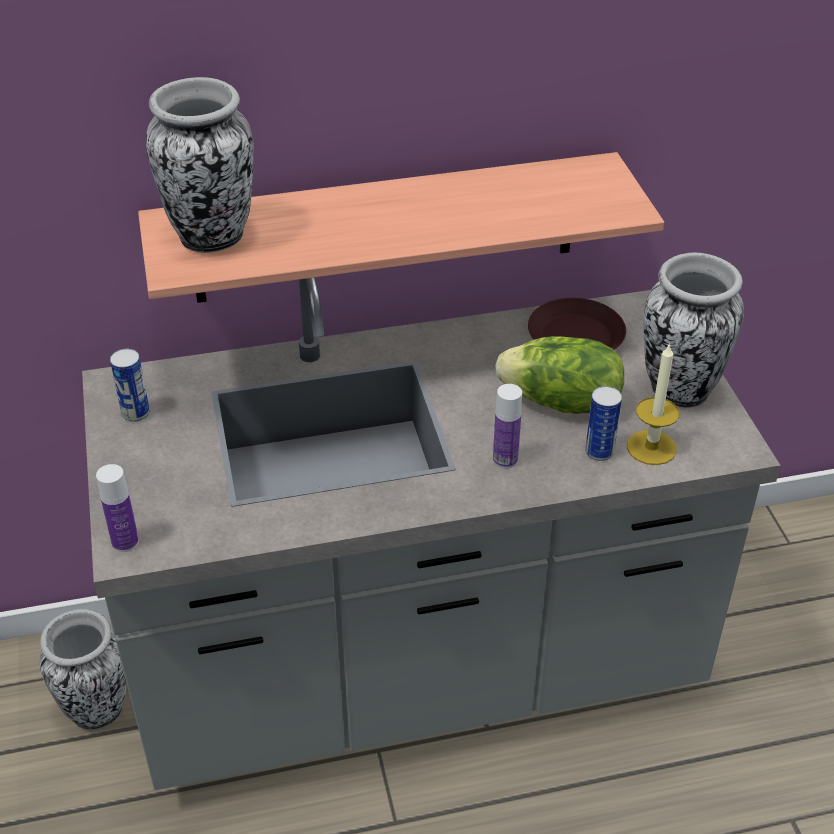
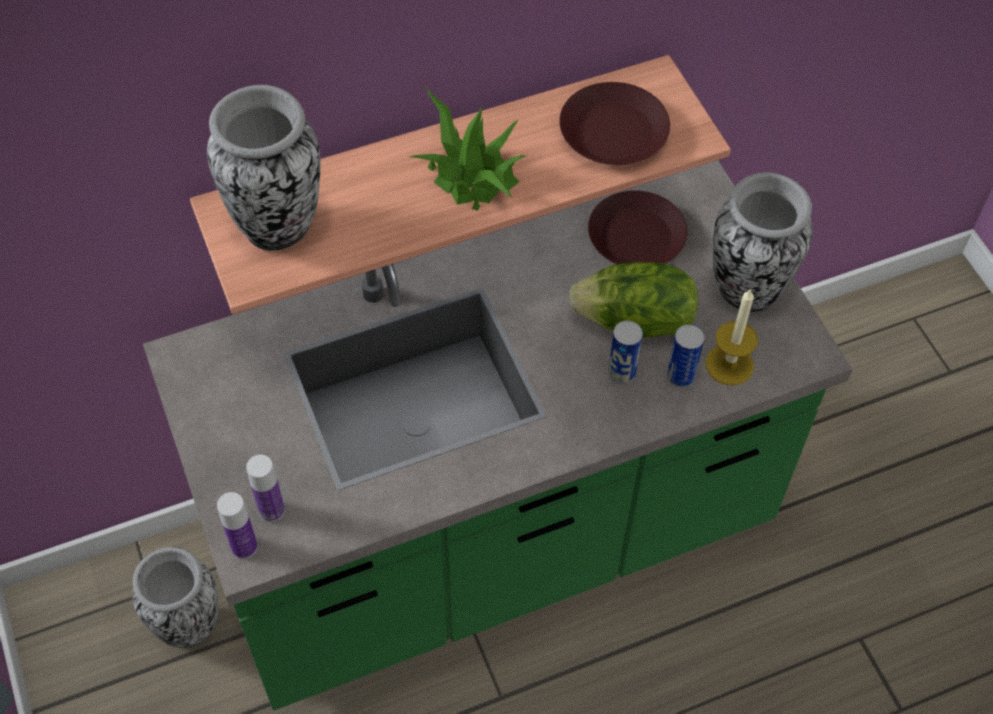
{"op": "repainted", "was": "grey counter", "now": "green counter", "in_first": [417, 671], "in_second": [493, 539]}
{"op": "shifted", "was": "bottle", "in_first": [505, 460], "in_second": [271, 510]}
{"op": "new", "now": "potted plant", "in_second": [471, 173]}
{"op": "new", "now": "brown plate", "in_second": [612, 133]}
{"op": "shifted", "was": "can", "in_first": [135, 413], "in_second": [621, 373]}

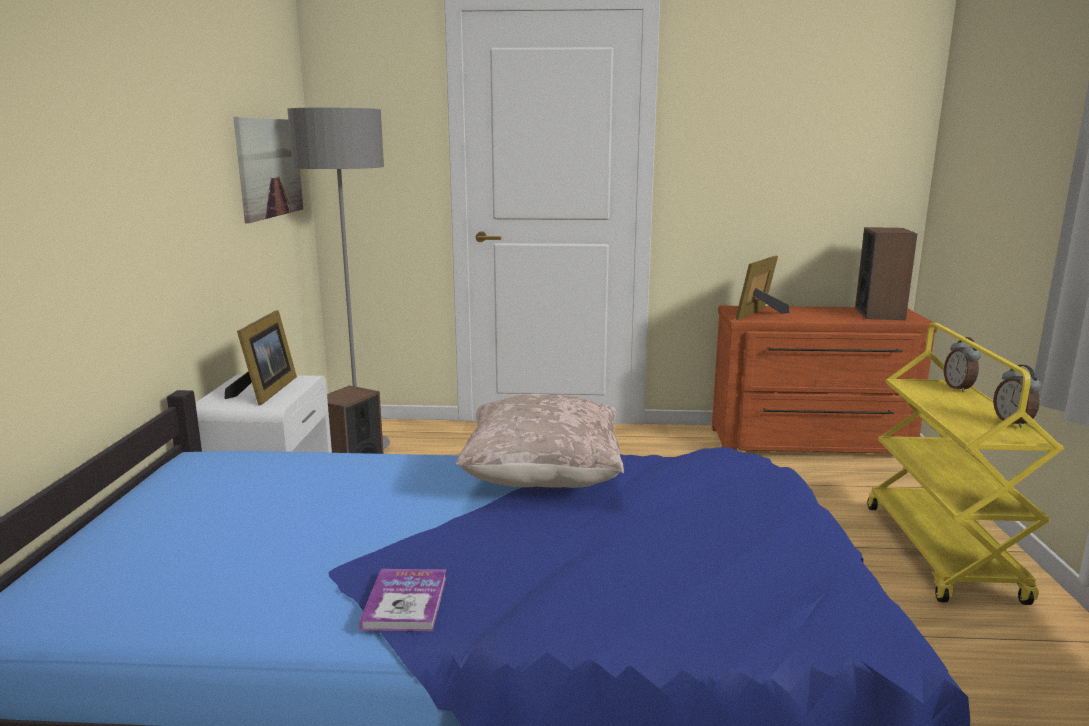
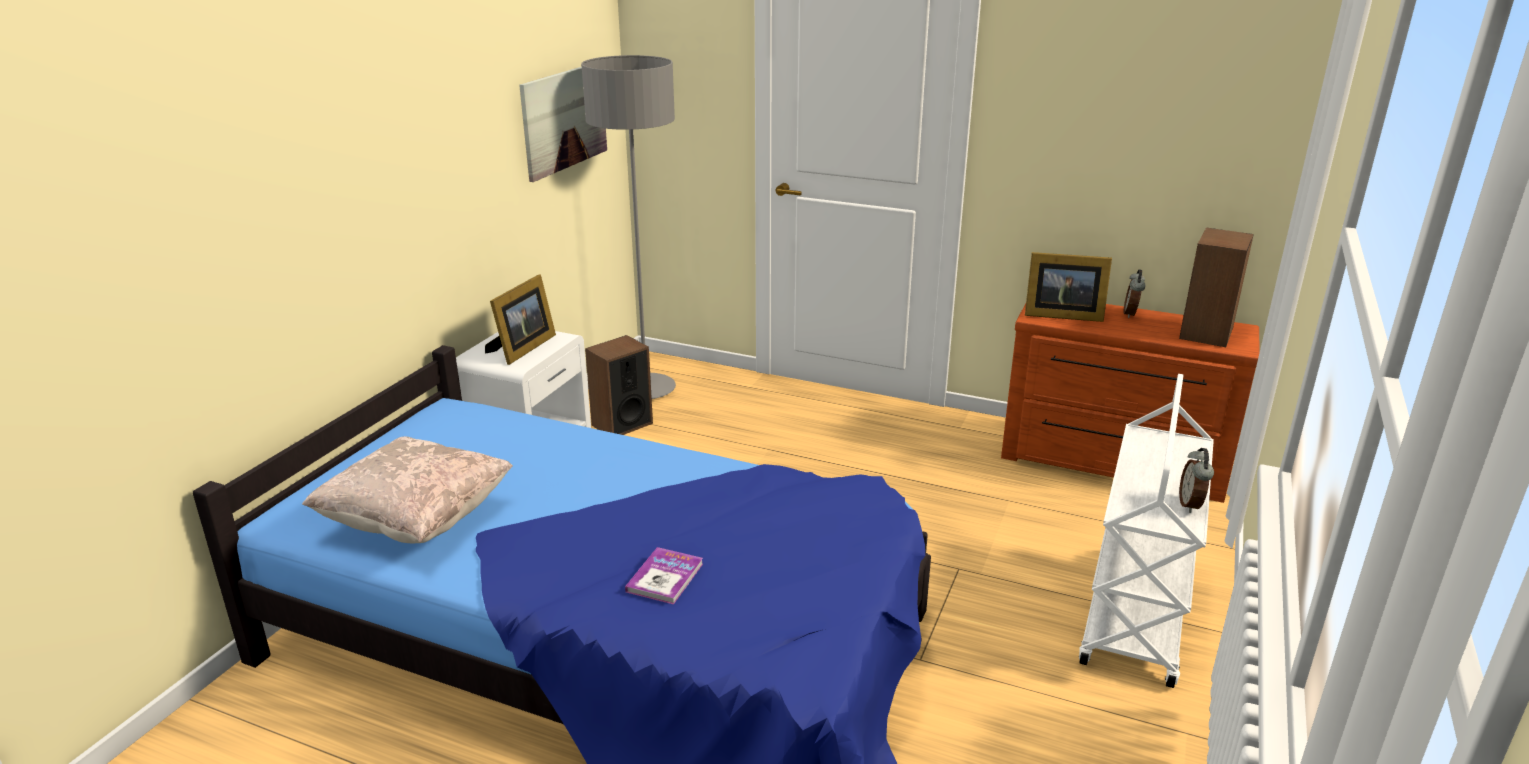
{"op": "shifted", "was": "beige pillow", "in_first": [543, 479], "in_second": [417, 521]}
{"op": "shifted", "was": "book", "in_first": [405, 602], "in_second": [665, 577]}
{"op": "rotated", "was": "picture frame", "in_first": [759, 314], "in_second": [1060, 314], "clockwise": -135}
{"op": "repainted", "was": "yellow cart", "now": "white cart", "in_first": [942, 553], "in_second": [1136, 616]}
{"op": "shifted", "was": "alarm clock", "in_first": [959, 388], "in_second": [1131, 314]}

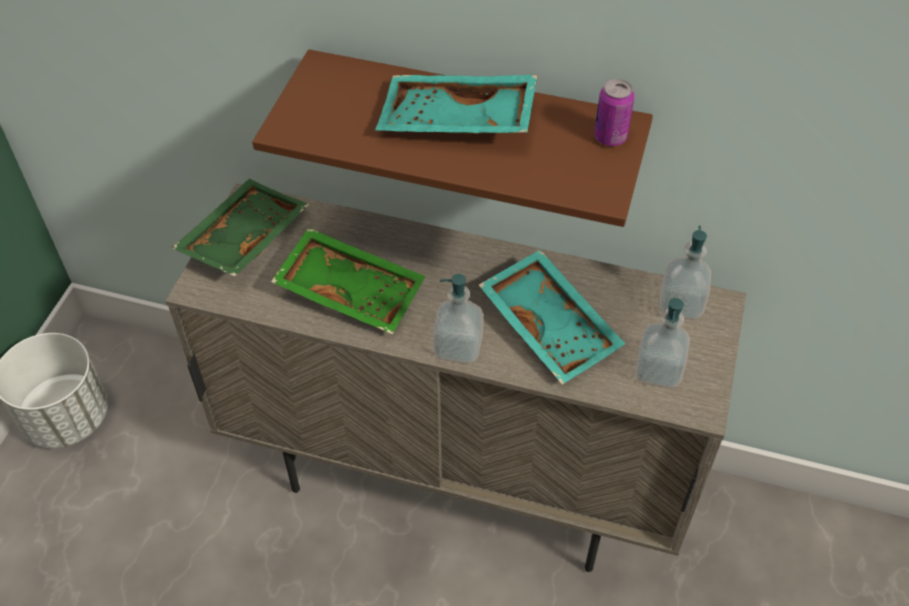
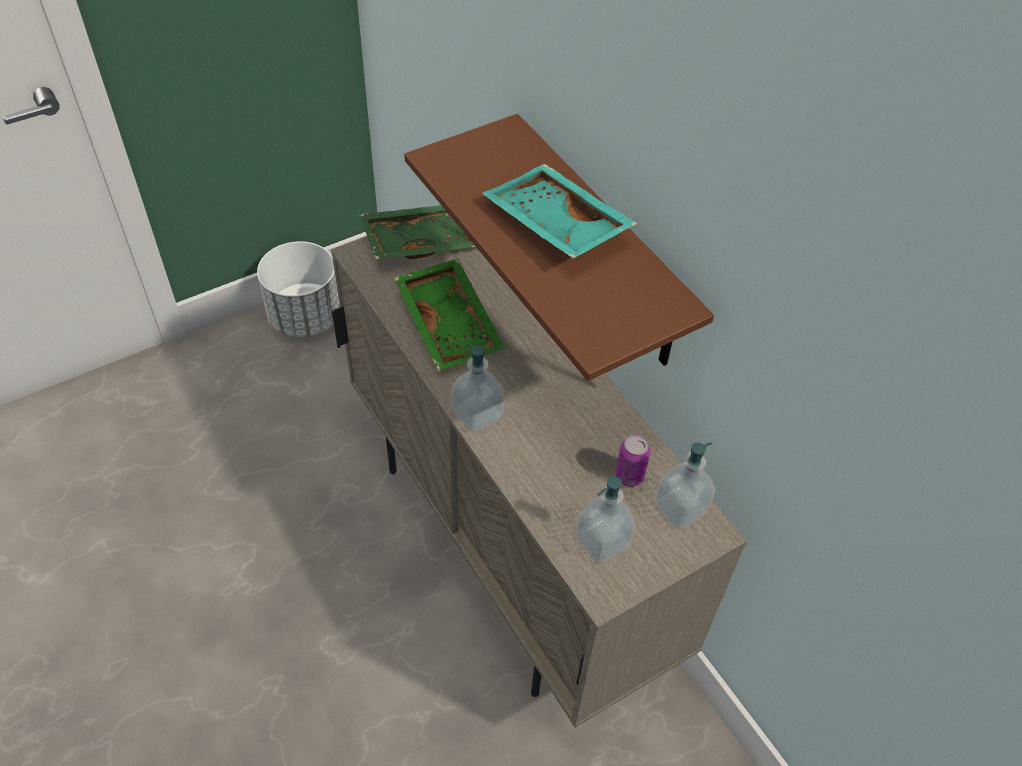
{"op": "shifted", "was": "can", "in_first": [610, 137], "in_second": [629, 476]}
{"op": "gone", "was": "turquoise tray", "in_first": [551, 325]}

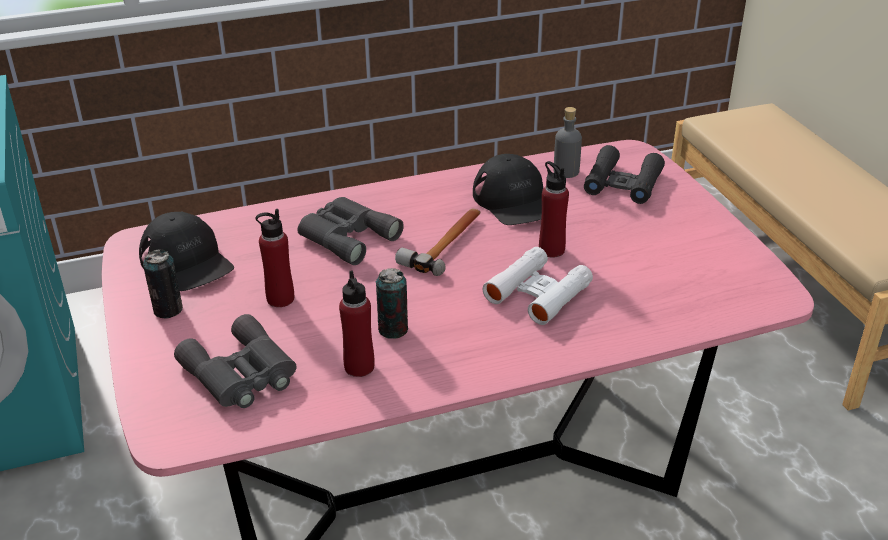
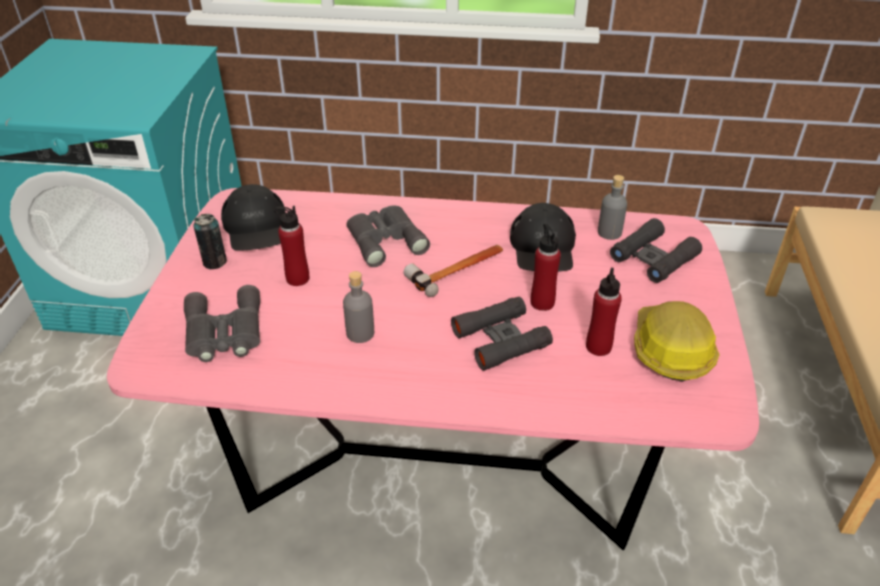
{"op": "swapped", "was": "can", "now": "grey bottle", "in_first": [393, 330], "in_second": [360, 333]}
{"op": "repainted", "was": "white binoculars", "now": "black binoculars", "in_first": [538, 293], "in_second": [500, 339]}
{"op": "shifted", "was": "red bottle", "in_first": [359, 367], "in_second": [598, 347]}
{"op": "new", "now": "hard hat", "in_second": [669, 349]}

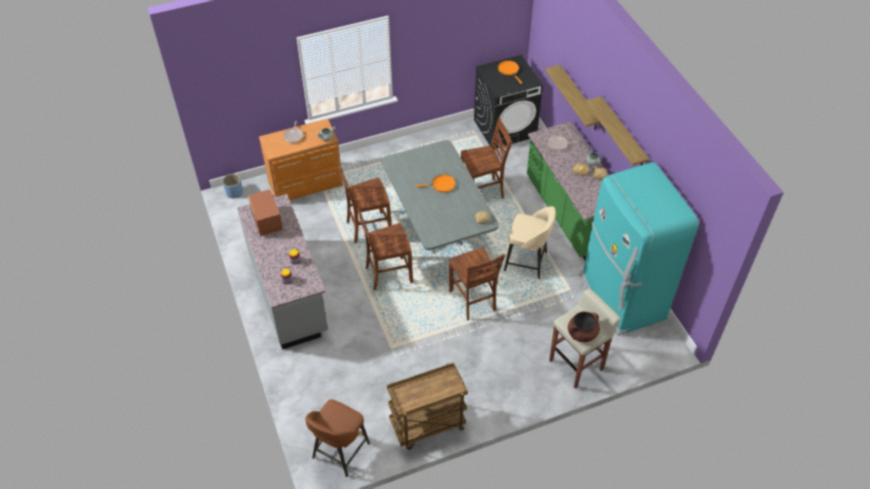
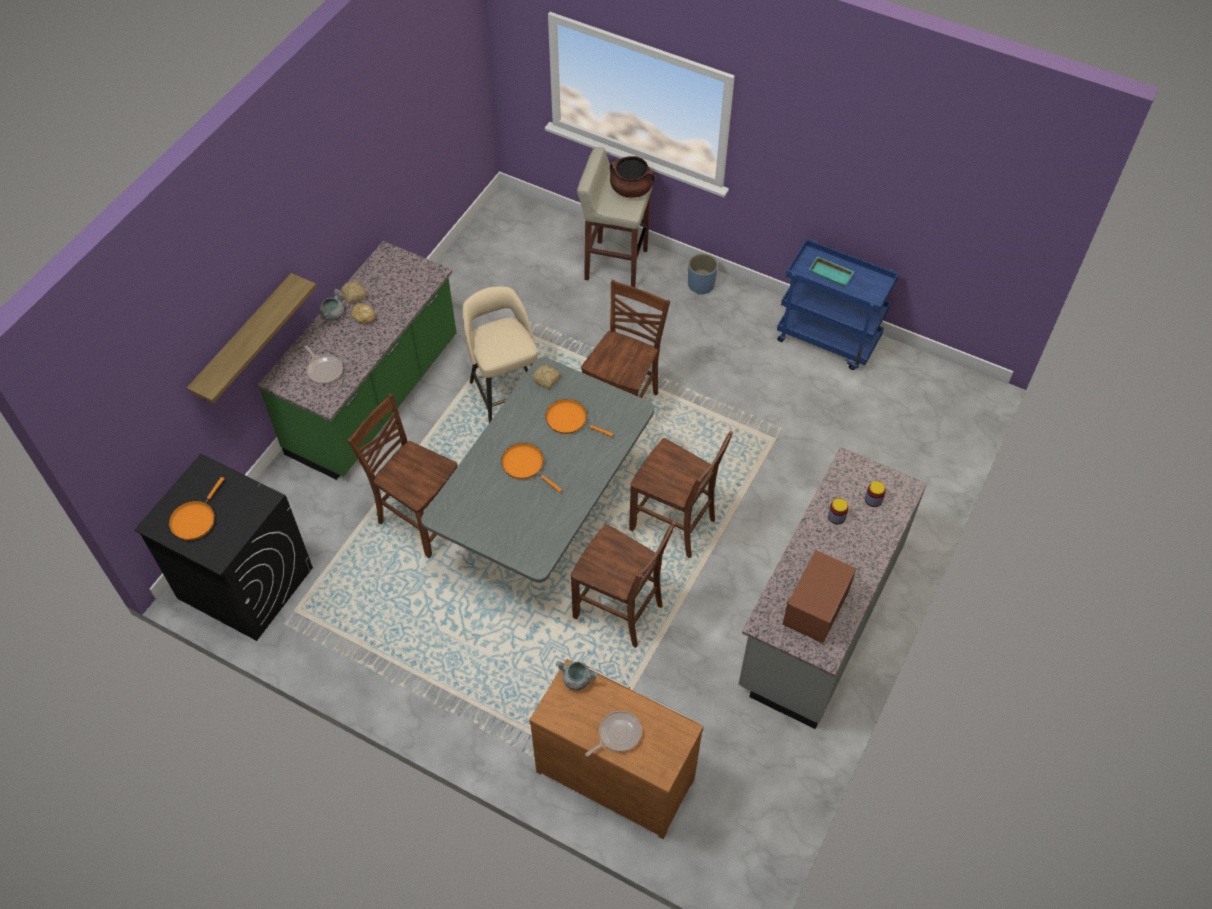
{"op": "new", "now": "orange frying pan", "in_second": [569, 420]}
{"op": "shifted", "was": "blue planter", "in_first": [234, 193], "in_second": [701, 284]}
{"op": "repainted", "was": "brown cart", "now": "blue cart", "in_first": [427, 426], "in_second": [828, 339]}
{"op": "new", "now": "turquoise tray", "in_second": [831, 273]}
{"op": "gone", "was": "brown stool", "in_first": [339, 452]}
{"op": "gone", "was": "turquoise fridge", "in_first": [621, 298]}
{"op": "gone", "was": "shelf", "in_first": [622, 133]}

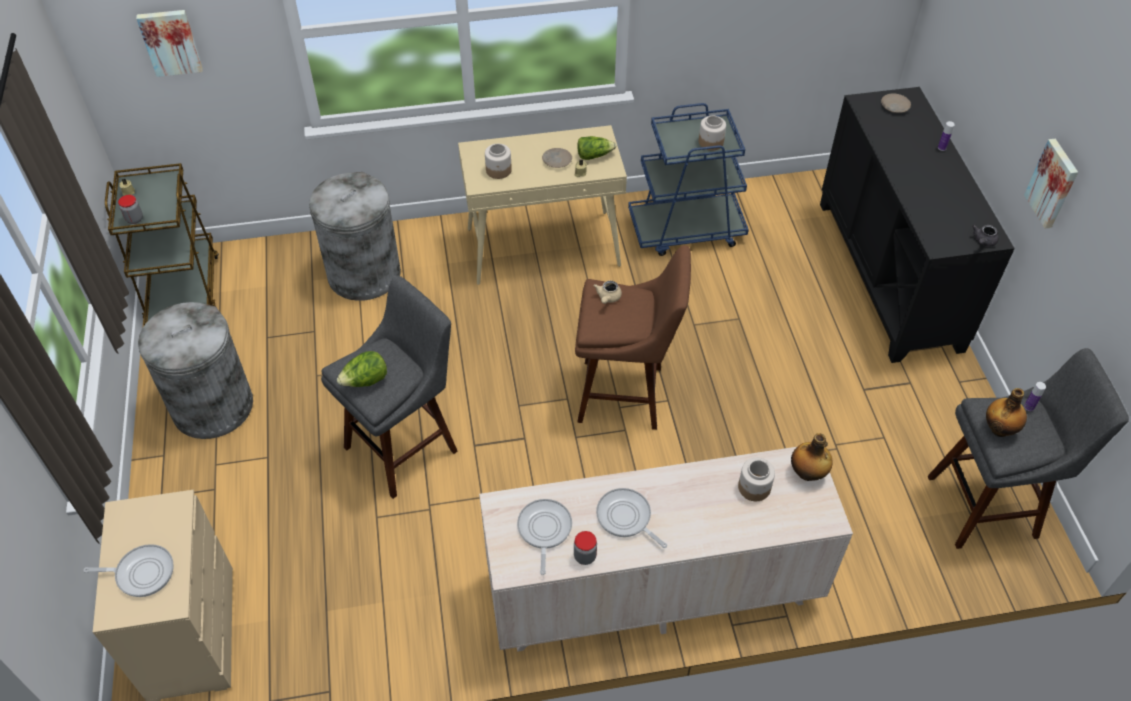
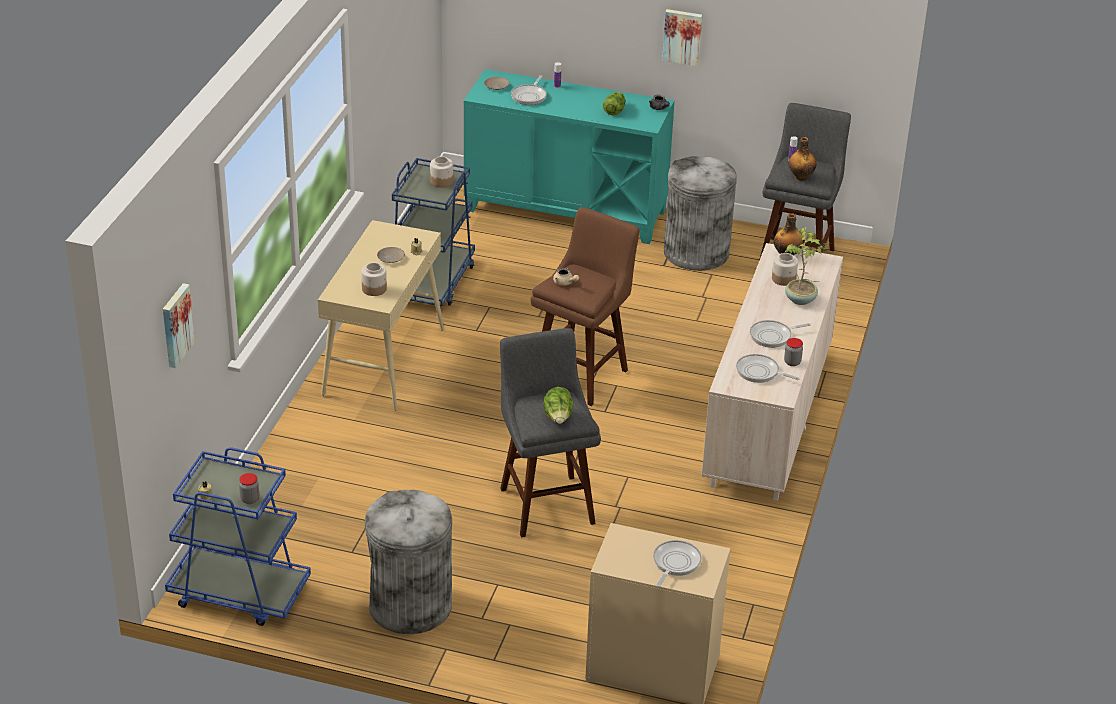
{"op": "repainted", "was": "brown cart", "now": "blue cart", "in_first": [183, 290], "in_second": [239, 593]}
{"op": "repainted", "was": "black cabinet", "now": "turquoise cabinet", "in_first": [889, 274], "in_second": [566, 210]}
{"op": "new", "now": "frying pan", "in_second": [529, 96]}
{"op": "shifted", "was": "lettuce", "in_first": [594, 155], "in_second": [614, 110]}
{"op": "shifted", "was": "grey trash can", "in_first": [364, 273], "in_second": [695, 252]}
{"op": "new", "now": "potted plant", "in_second": [801, 300]}

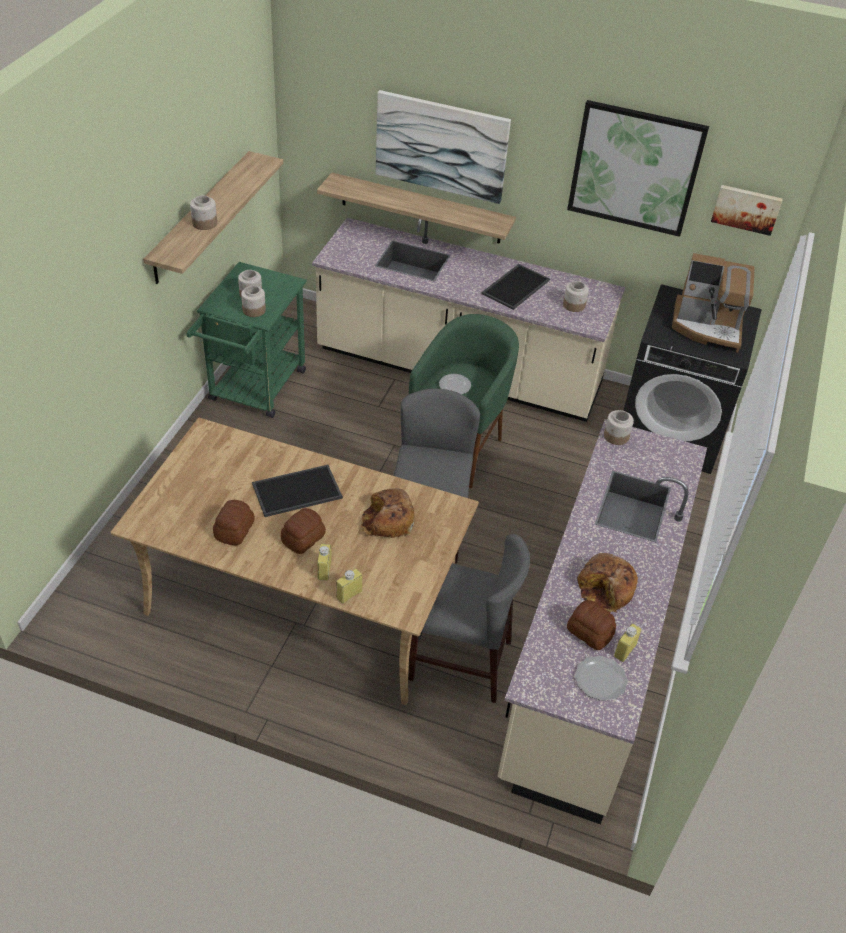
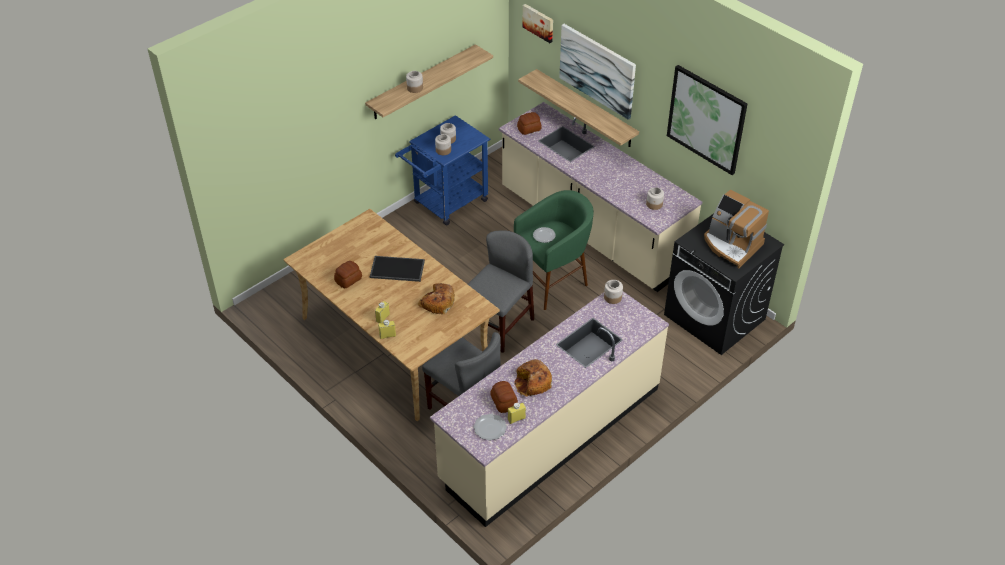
{"op": "repainted", "was": "green cart", "now": "blue cart", "in_first": [254, 391], "in_second": [446, 204]}
{"op": "shifted", "was": "bread", "in_first": [304, 539], "in_second": [529, 129]}
{"op": "shifted", "was": "picture", "in_first": [746, 208], "in_second": [538, 22]}
{"op": "gone", "was": "tray", "in_first": [515, 286]}

